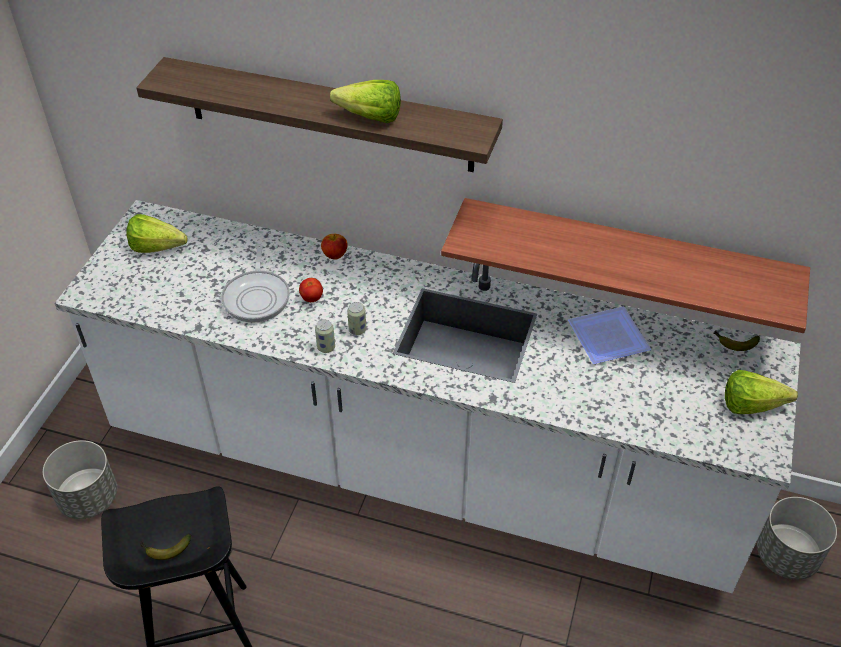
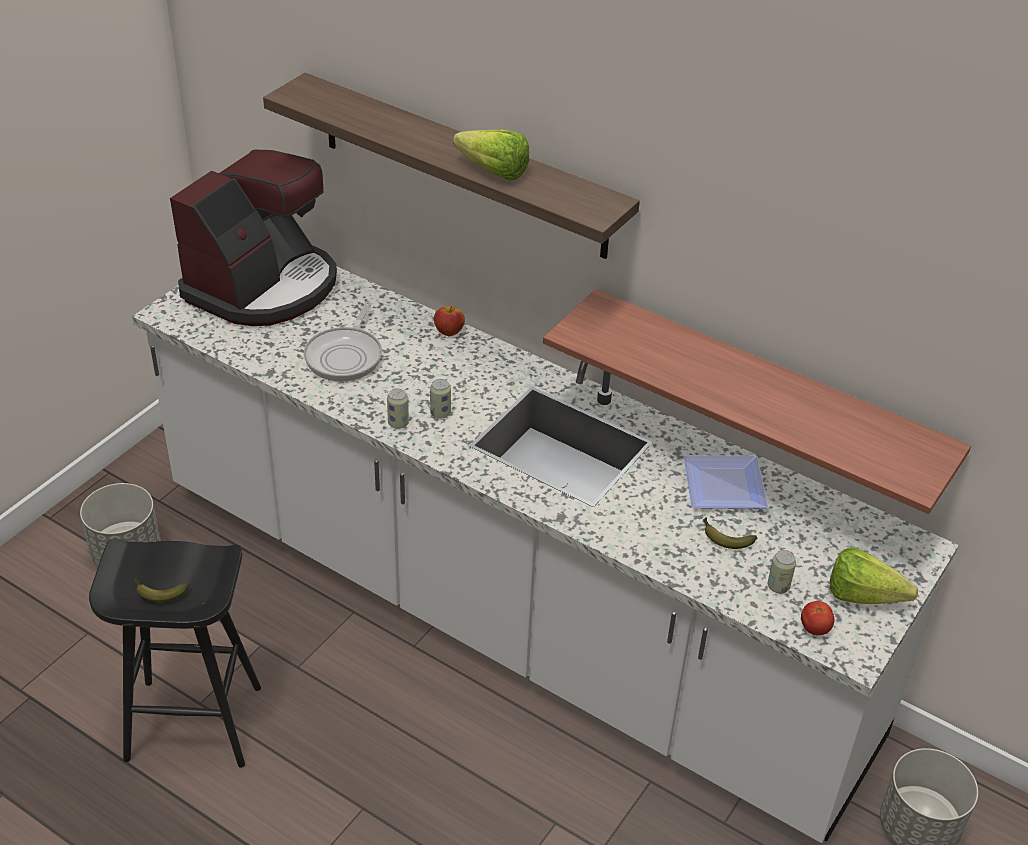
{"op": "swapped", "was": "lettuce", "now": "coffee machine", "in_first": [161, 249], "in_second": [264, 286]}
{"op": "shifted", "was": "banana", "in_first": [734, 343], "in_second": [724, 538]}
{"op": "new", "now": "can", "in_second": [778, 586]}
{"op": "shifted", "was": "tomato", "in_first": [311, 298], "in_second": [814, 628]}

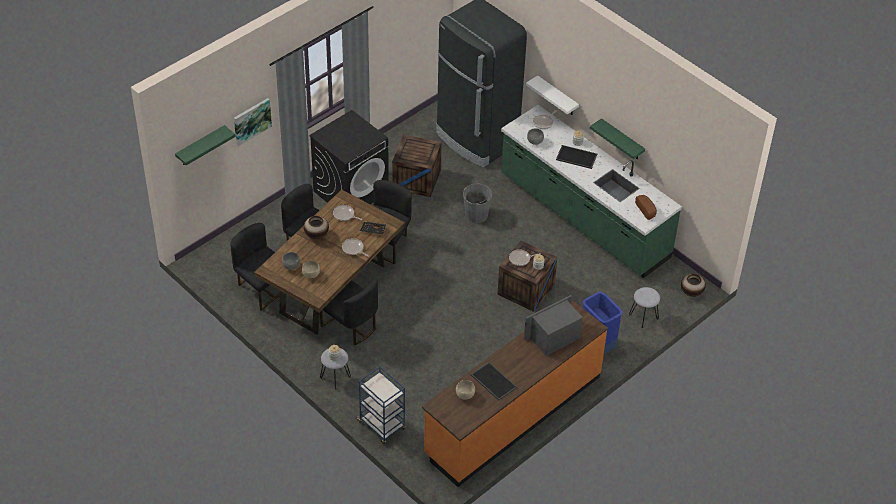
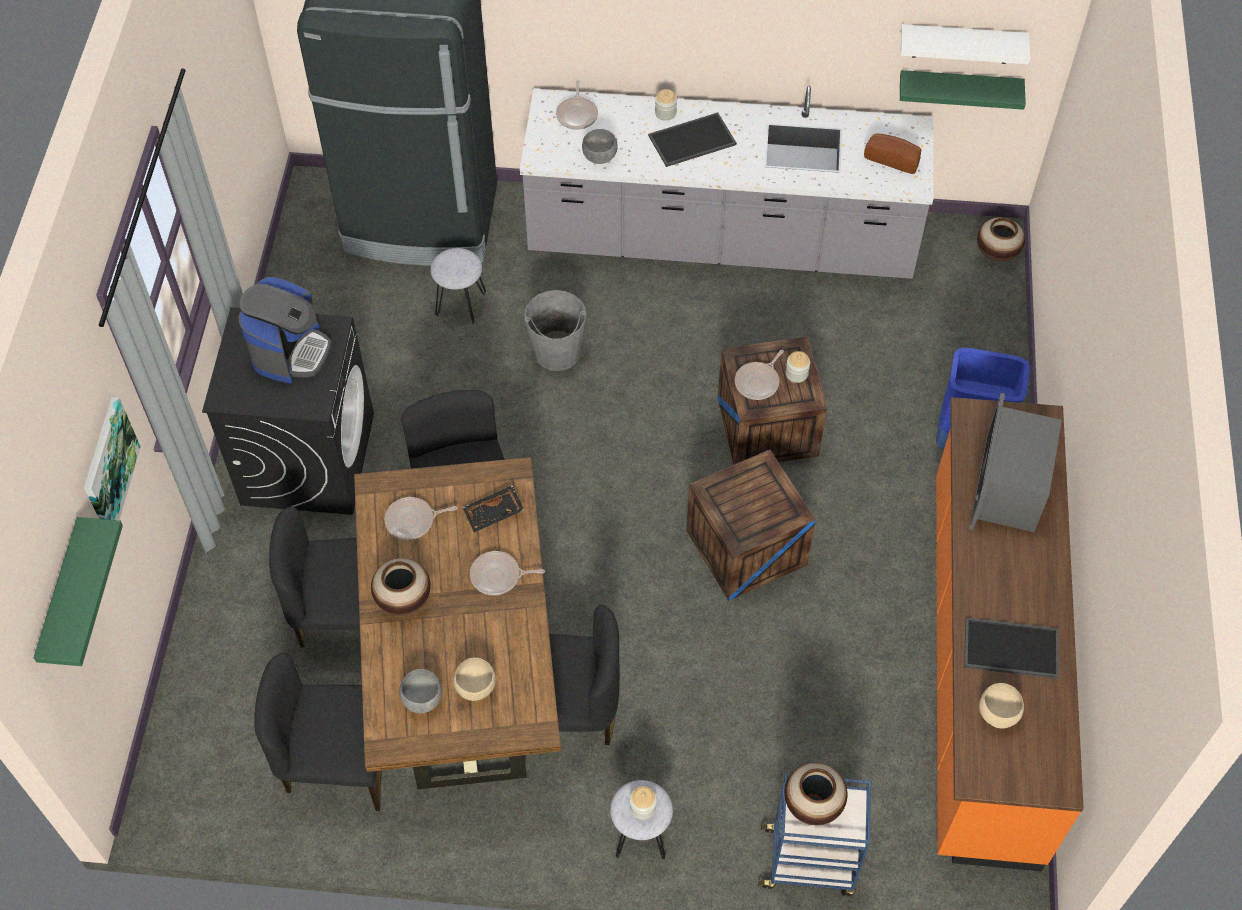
{"op": "new", "now": "coffee machine", "in_second": [290, 351]}
{"op": "shifted", "was": "grey stool", "in_first": [643, 316], "in_second": [461, 304]}
{"op": "repainted", "was": "green counter", "now": "grey counter", "in_first": [583, 217], "in_second": [721, 240]}
{"op": "shifted", "was": "crate", "in_first": [416, 179], "in_second": [746, 547]}
{"op": "new", "now": "vase", "in_second": [812, 804]}
{"op": "shifted", "was": "green shelf", "in_first": [622, 140], "in_second": [959, 89]}
{"op": "shifted", "was": "white shelf", "in_first": [557, 96], "in_second": [962, 44]}

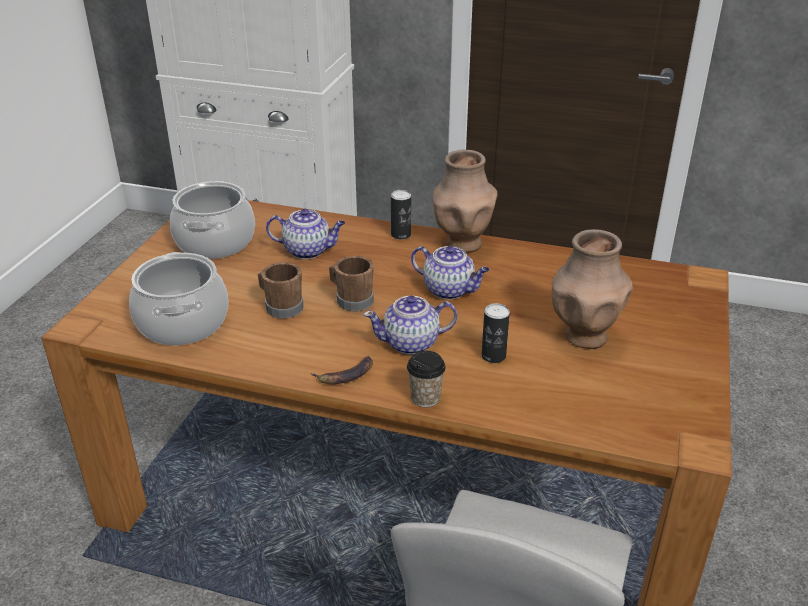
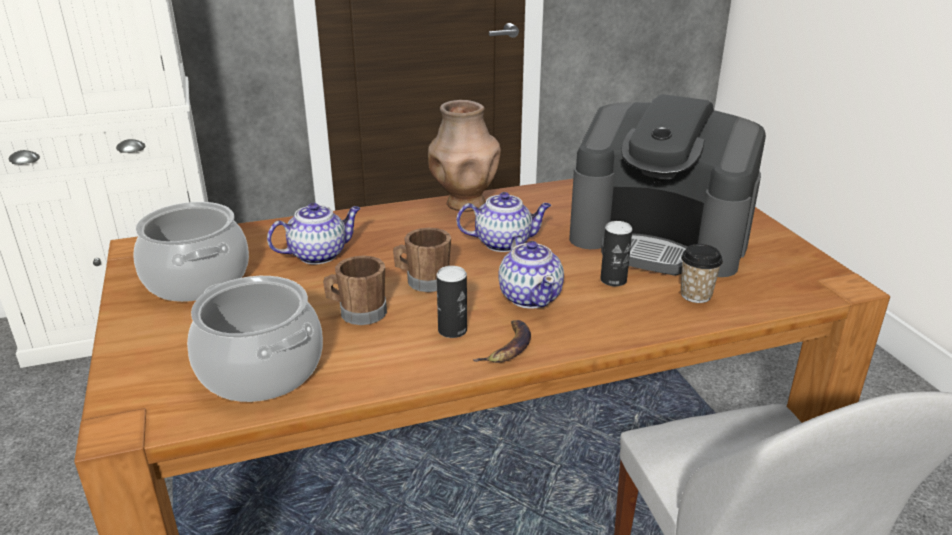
{"op": "shifted", "was": "can", "in_first": [401, 235], "in_second": [452, 330]}
{"op": "rotated", "was": "teapot", "in_first": [411, 343], "in_second": [530, 297], "clockwise": -60}
{"op": "swapped", "was": "brown vase", "now": "coffee machine", "in_first": [584, 336], "in_second": [659, 239]}
{"op": "shifted", "was": "cup", "in_first": [425, 398], "in_second": [696, 295]}

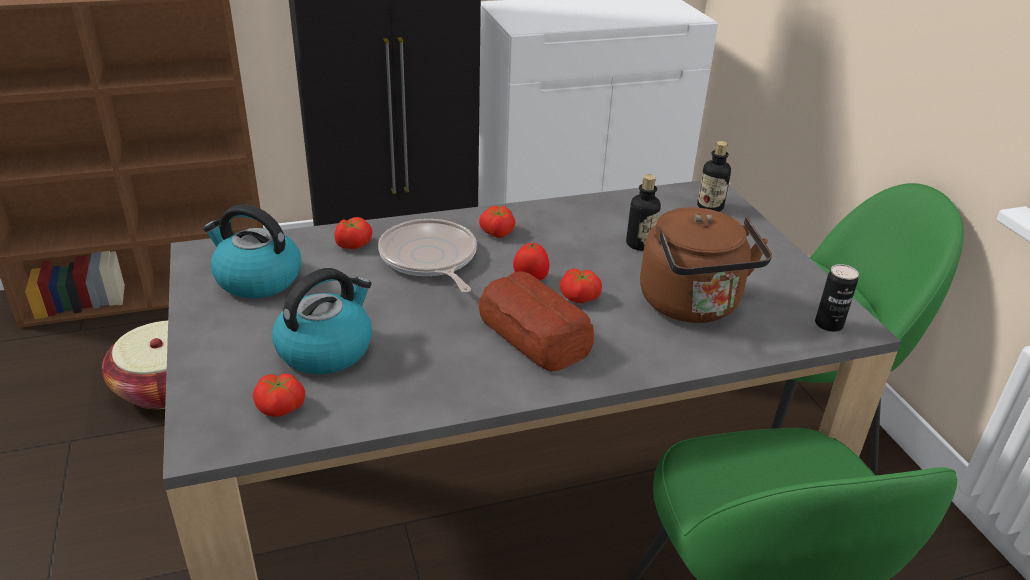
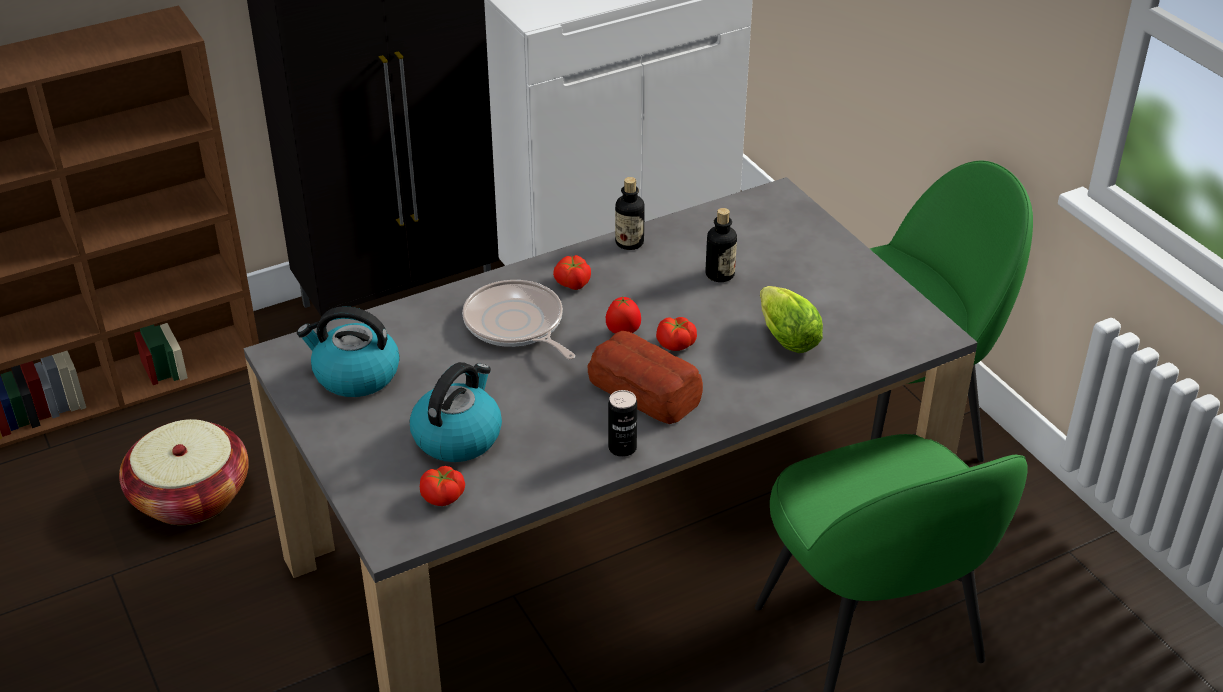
{"op": "shifted", "was": "can", "in_first": [828, 324], "in_second": [622, 448]}
{"op": "shifted", "was": "bottle", "in_first": [710, 207], "in_second": [629, 242]}
{"op": "swapped", "was": "brown kettle", "now": "lettuce", "in_first": [693, 306], "in_second": [784, 336]}
{"op": "gone", "was": "tomato", "in_first": [353, 244]}

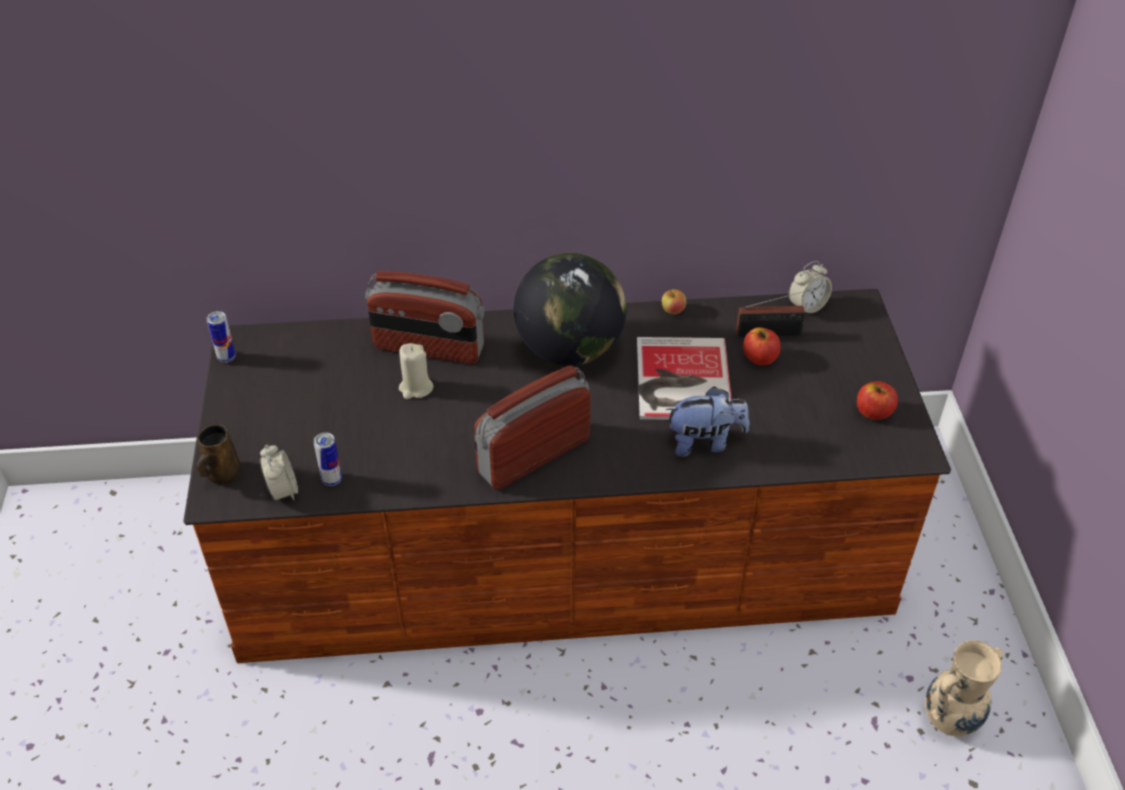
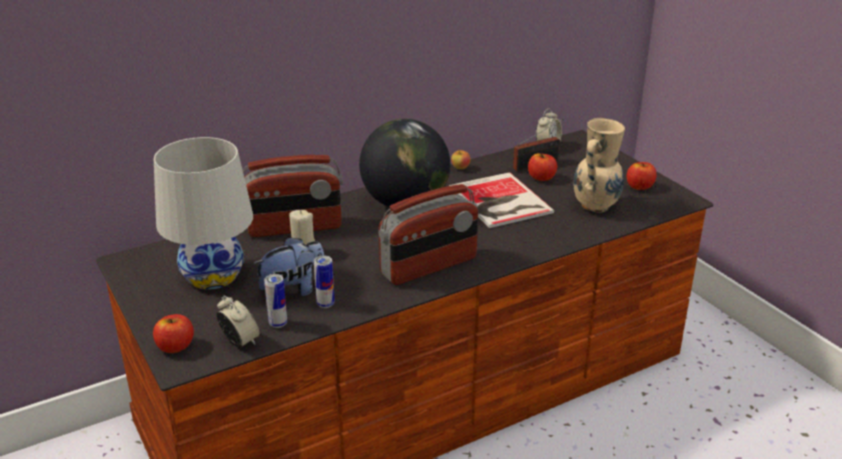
{"op": "swapped", "was": "brown mug", "now": "apple", "in_first": [222, 474], "in_second": [175, 346]}
{"op": "new", "now": "white table lamp", "in_second": [213, 276]}
{"op": "shifted", "was": "plush toy", "in_first": [704, 442], "in_second": [293, 291]}
{"op": "shifted", "was": "can", "in_first": [226, 357], "in_second": [325, 304]}
{"op": "rotated", "was": "radio", "in_first": [533, 455], "in_second": [429, 267], "clockwise": -150}
{"op": "shifted", "was": "beige vase", "in_first": [951, 720], "in_second": [596, 206]}

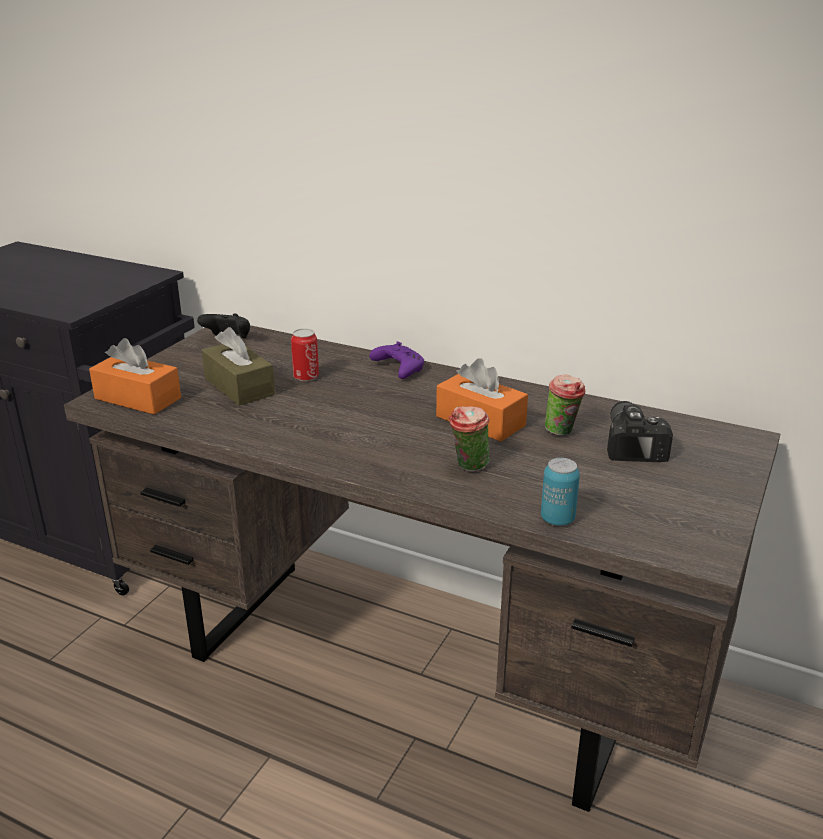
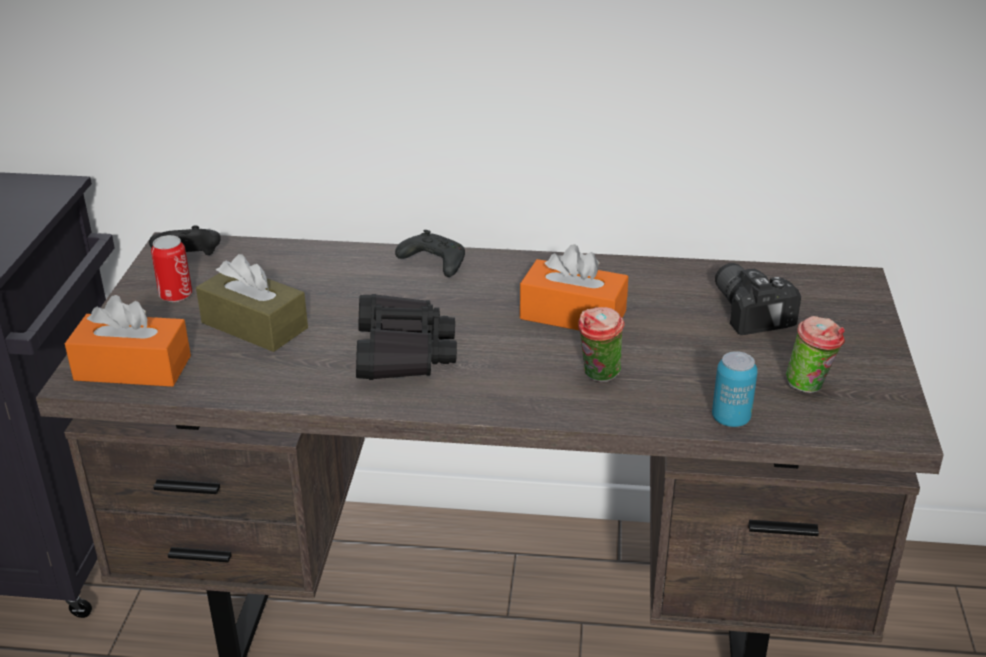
{"op": "shifted", "was": "can", "in_first": [306, 377], "in_second": [176, 295]}
{"op": "new", "now": "black binoculars", "in_second": [403, 352]}
{"op": "repainted", "was": "purple game controller", "now": "black game controller", "in_first": [398, 369], "in_second": [433, 264]}
{"op": "shifted", "was": "cup", "in_first": [562, 432], "in_second": [810, 387]}

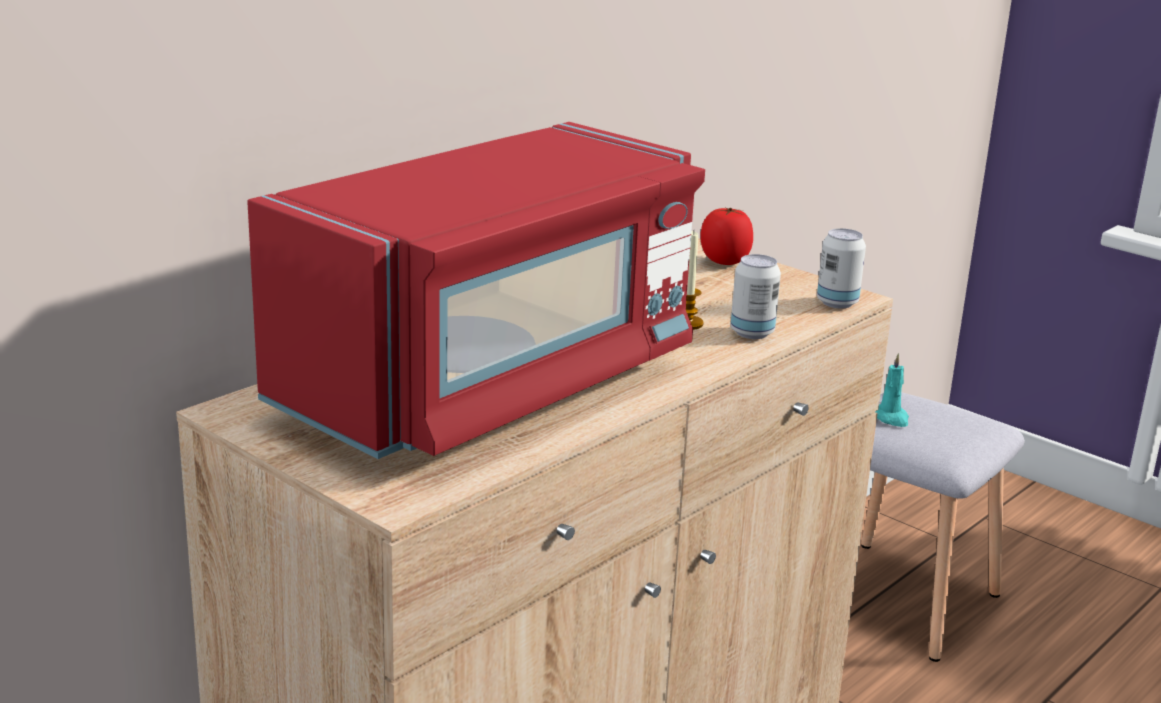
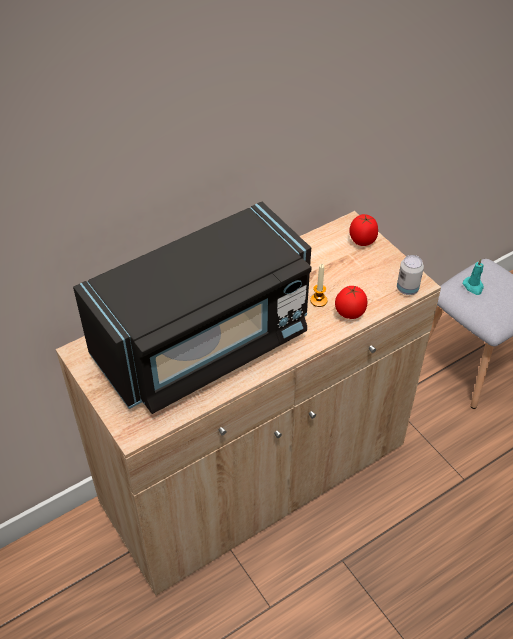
{"op": "repainted", "was": "red microwave", "now": "black microwave", "in_first": [492, 383], "in_second": [204, 344]}
{"op": "swapped", "was": "can", "now": "tomato", "in_first": [752, 333], "in_second": [349, 313]}

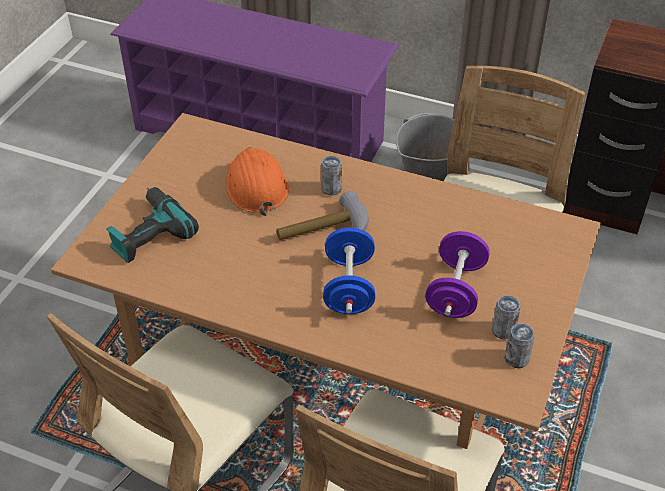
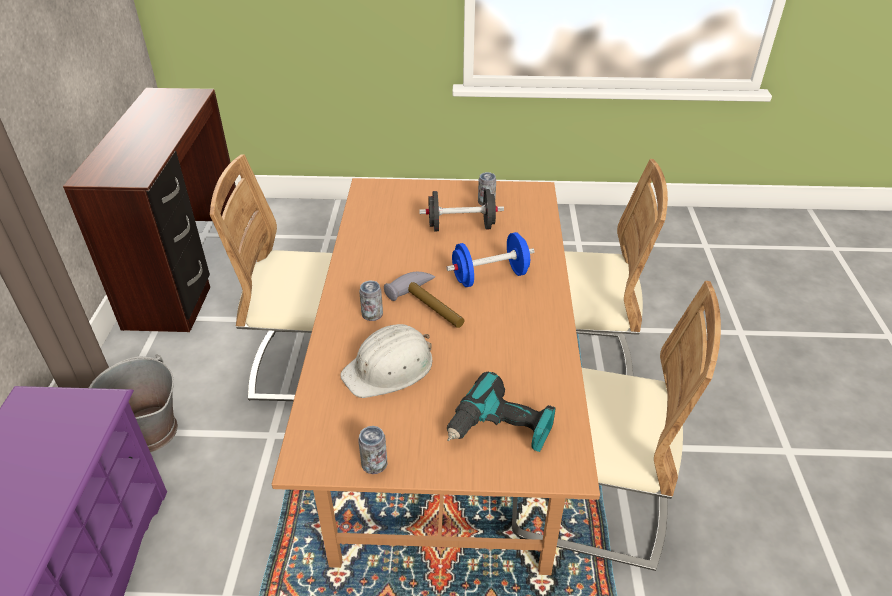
{"op": "repainted", "was": "orange hard hat", "now": "white hard hat", "in_first": [256, 186], "in_second": [390, 368]}
{"op": "shifted", "was": "can", "in_first": [516, 359], "in_second": [374, 464]}
{"op": "repainted", "was": "purple dumbbell", "now": "black dumbbell", "in_first": [455, 291], "in_second": [461, 226]}

